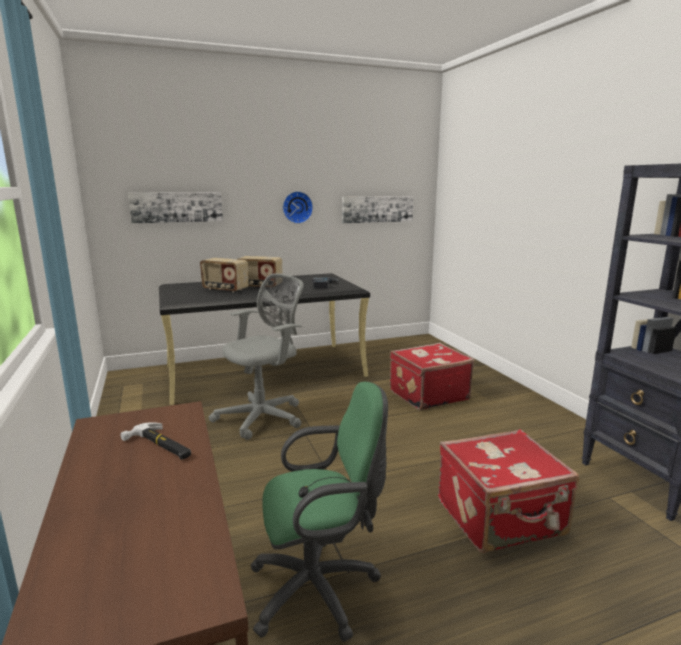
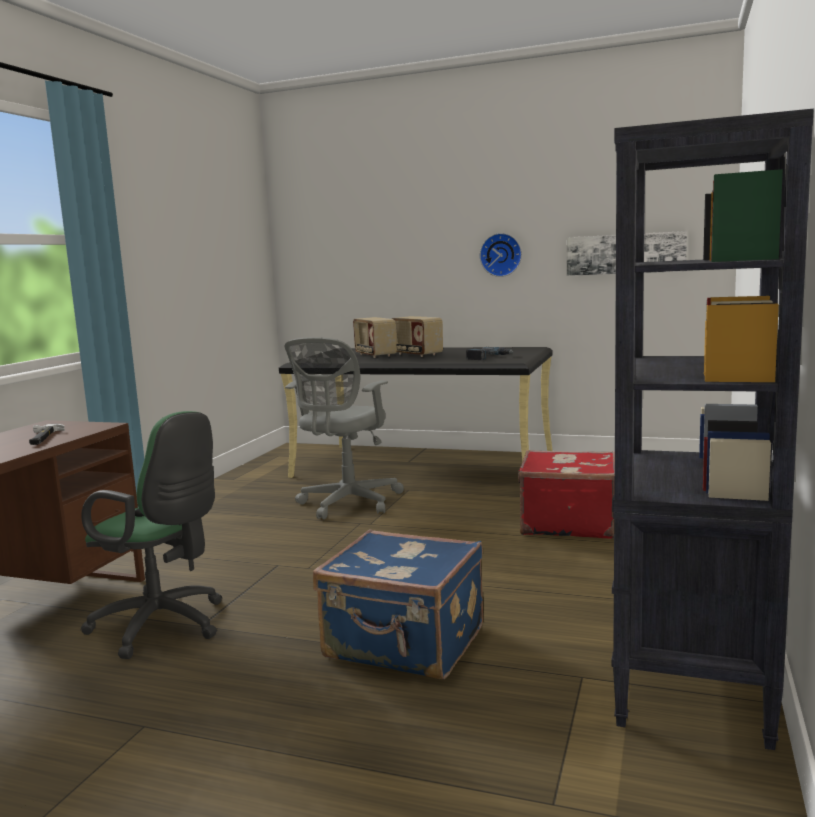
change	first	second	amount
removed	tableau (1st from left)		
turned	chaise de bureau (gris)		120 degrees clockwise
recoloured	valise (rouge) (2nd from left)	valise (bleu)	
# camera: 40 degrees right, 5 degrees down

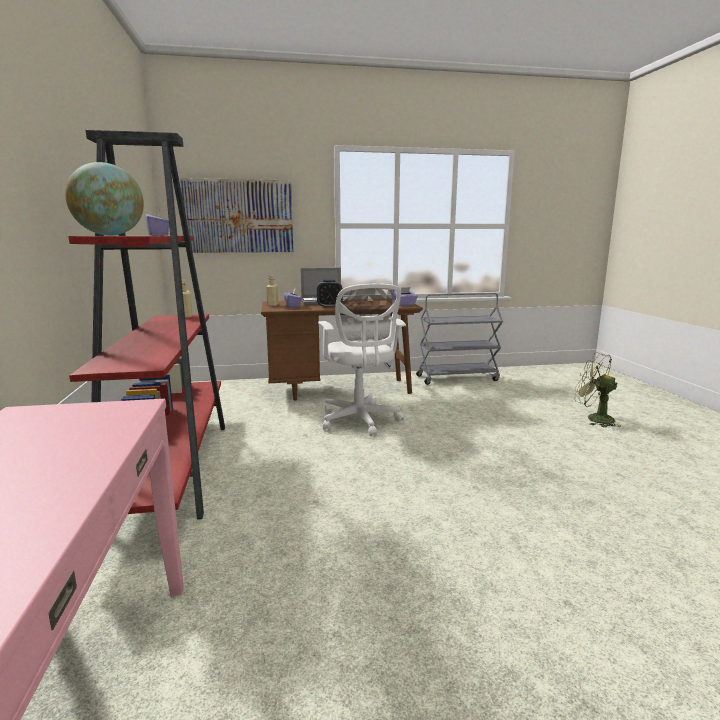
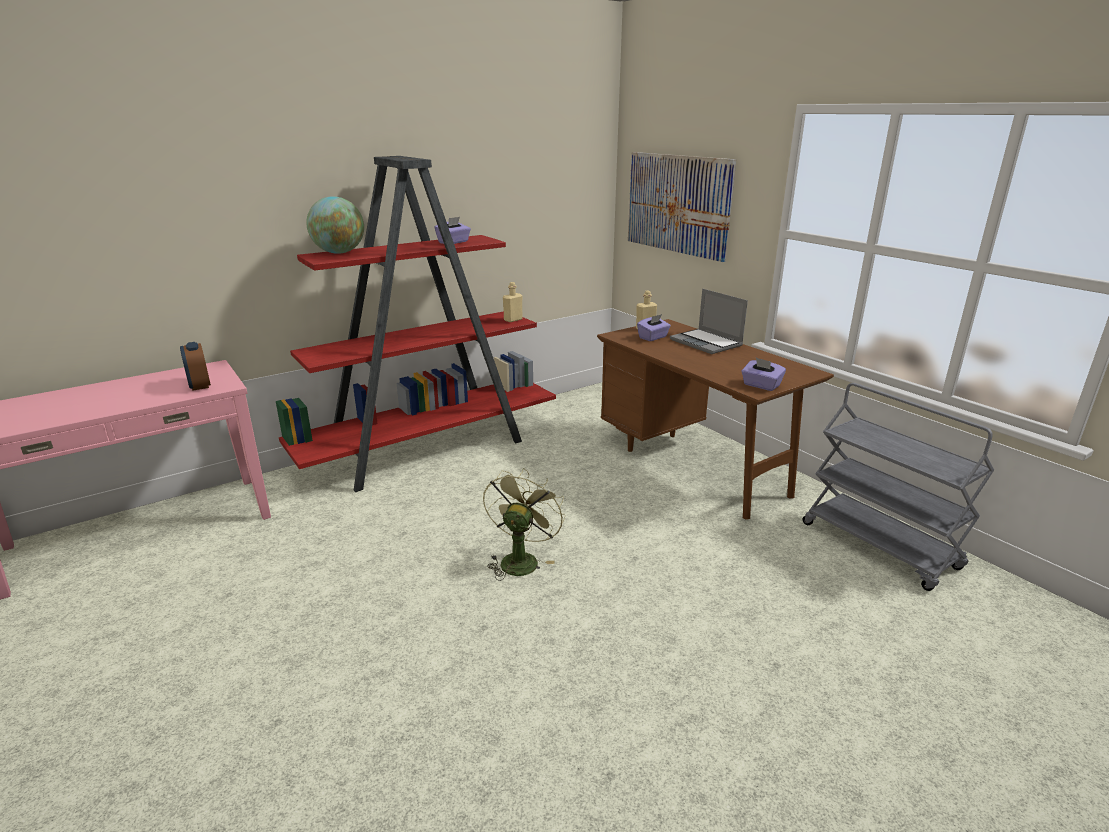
change	first	second	amount
moved	réveil		
removed	chaise de bureau (blanc)		
moved	ventilateur (vert)		
# camera: 65 degrees right, 10 degrees up

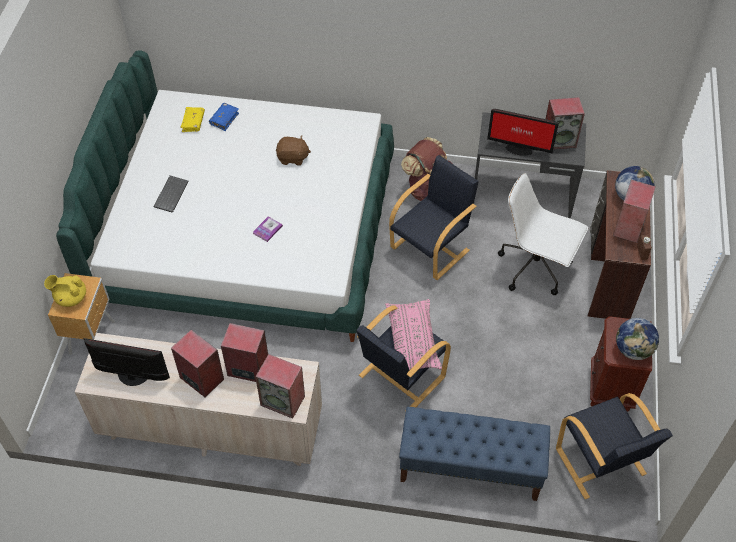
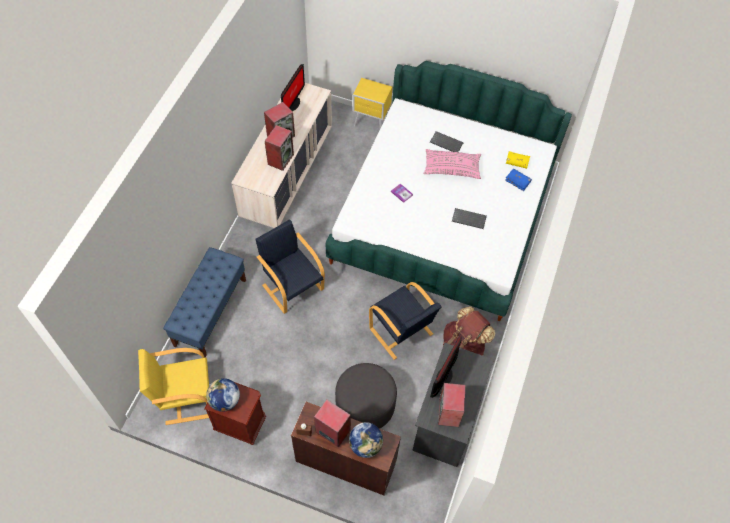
change	first	second	amount
removed	théière (jaune)		
recoloured	table de chevet (marron) (1st from left)	table de chevet (jaune)	
removed	enceinte (3rd from left)		
replaced	peluche (marron)	clavier (2nd from left)	
moved	coussin (rose)		
replaced	chaise de bureau (blanc)	pouf (gris)	
recoloured	fauteuil (noir) (3rd from left)	fauteuil (jaune)	
# camera: 100 degrees right, 5 degrees up

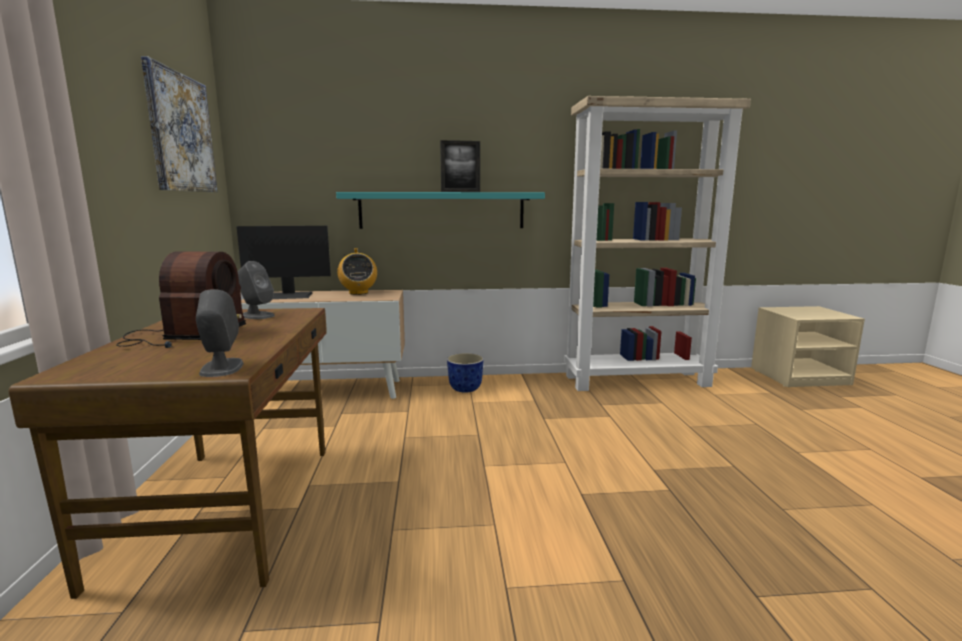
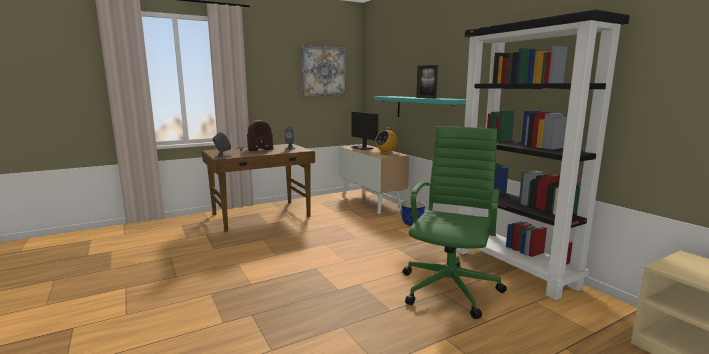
change	first	second	amount
recoloured	bibliothèque (beige)	bibliothèque (noir)	
added		chaise de bureau (vert)	
# camera: 65 degrees right, 0 degrees up

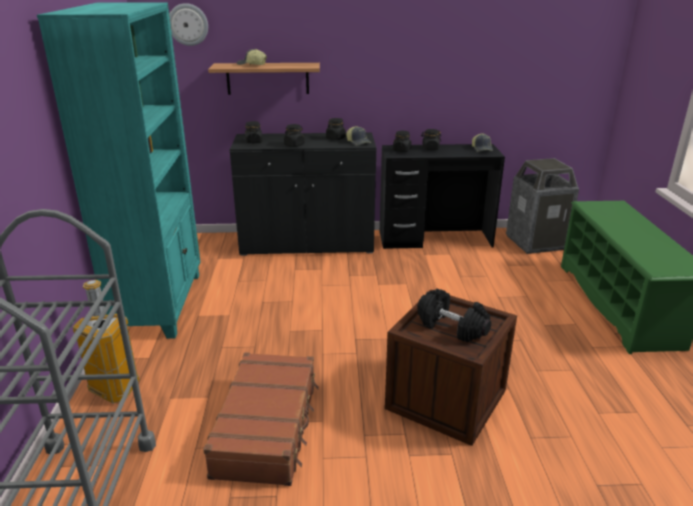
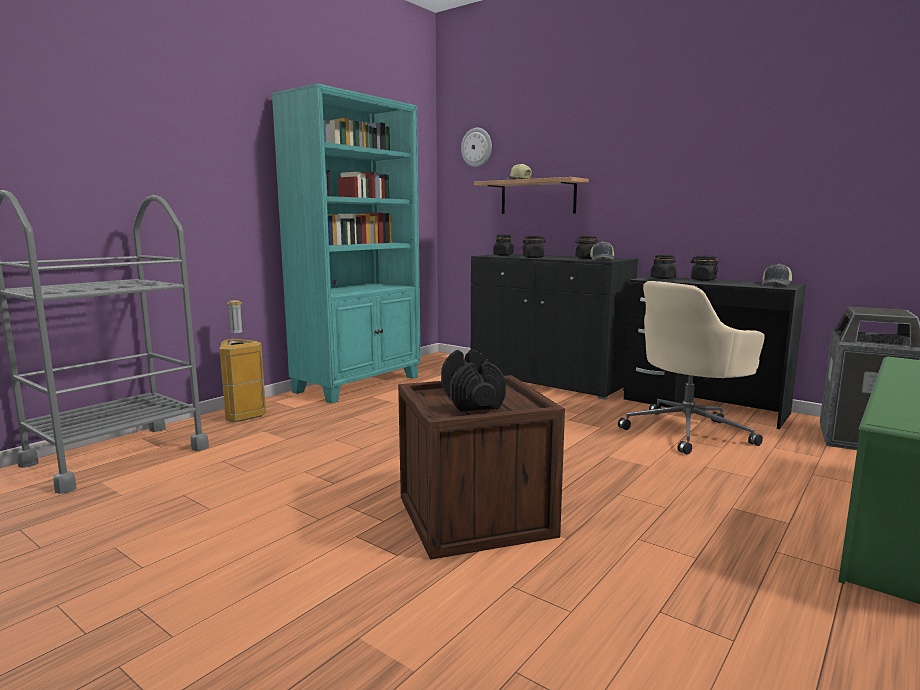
change	first	second	amount
removed	valise (marron)		
added		chaise de bureau (beige)	
# camera: 40 degrees right, 15 degrees down

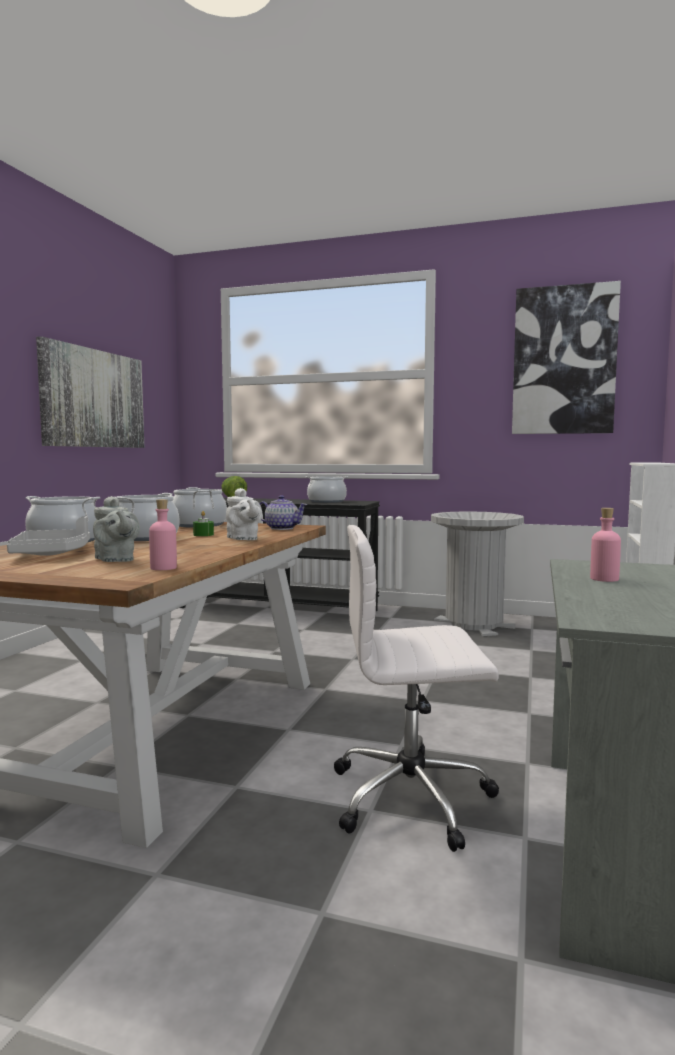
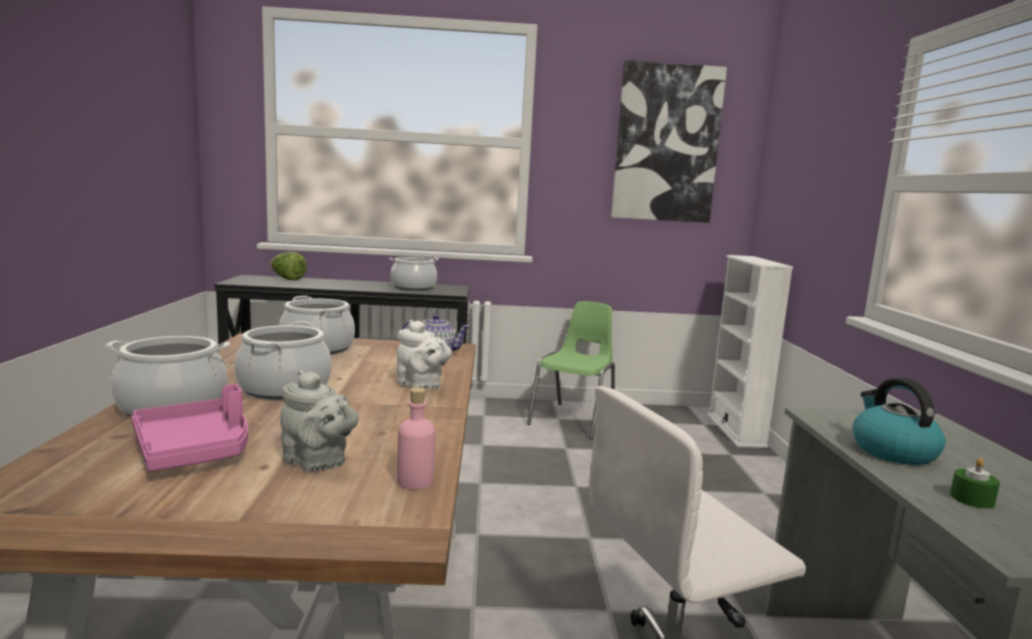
change	first	second	amount
recoloured	plateau (gris)	plateau (rose)	
removed	tableau (1st from left)		
moved	bougie (vert)		
replaced	poubelle (gris)	chaise (vert)	
replaced	bouteille (rose) (2nd from left)	bouilloire	
# camera: 20 degrees left, 5 degrees up

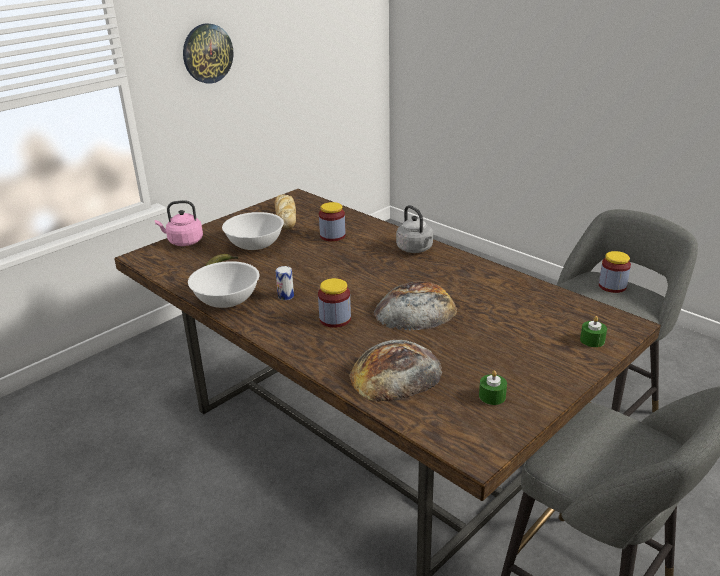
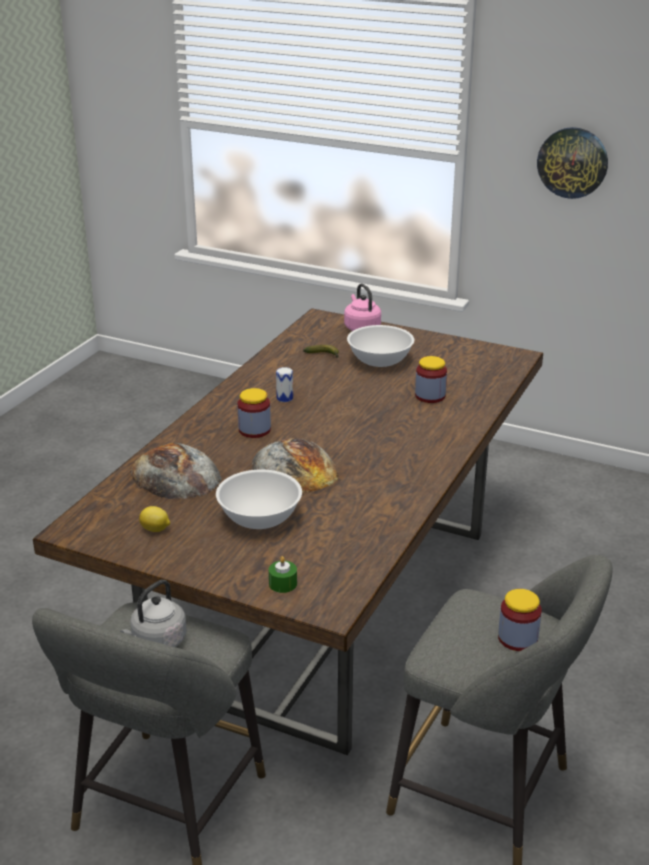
change	first	second	amount
moved	bol (blanc) (1st from left)		
removed	pain (1st from left)		
moved	bouilloire (gris)		
replaced	bougie (vert) (1st from left)	citron	
# camera: 70 degrees right, 0 degrees up

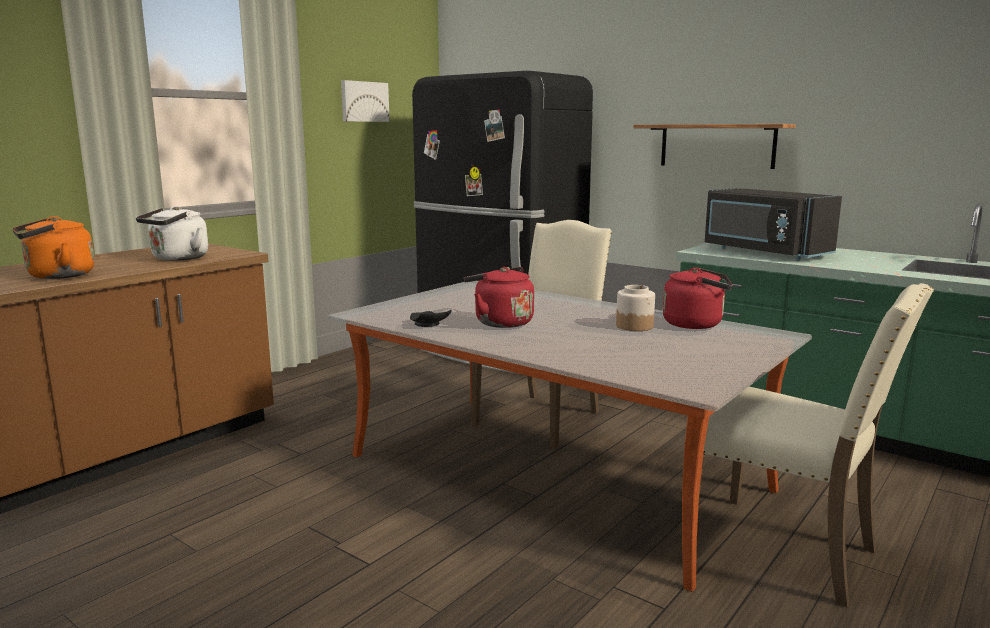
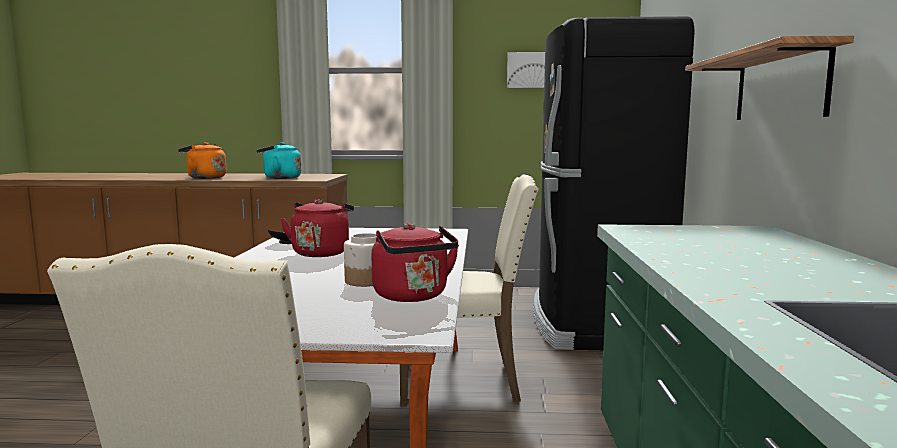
change	first	second	amount
recoloured	bouilloire (blanc)	bouilloire (turquoise)	
removed	micro-ondes (noir)		
# camera: 55 degrees right, 5 degrees down

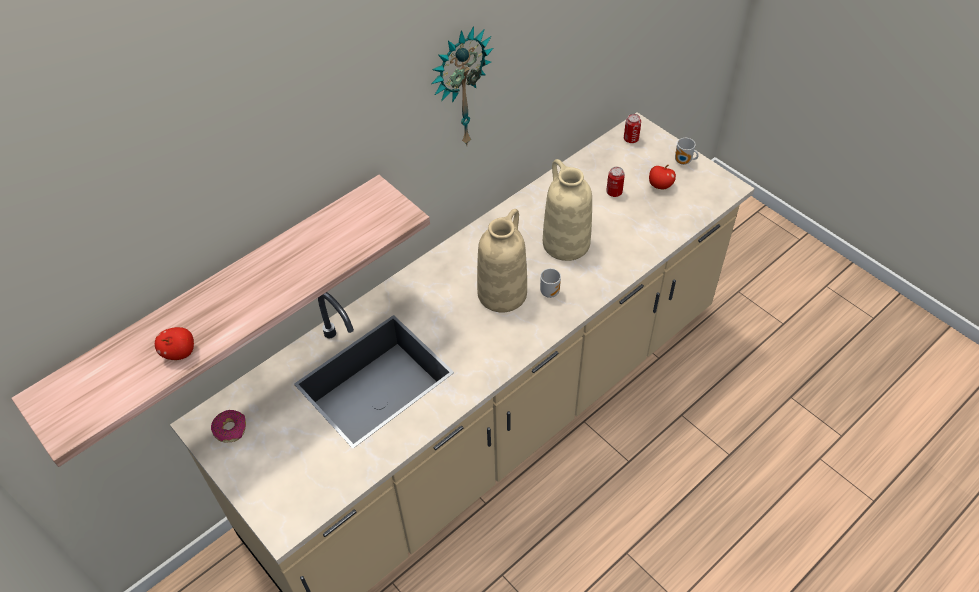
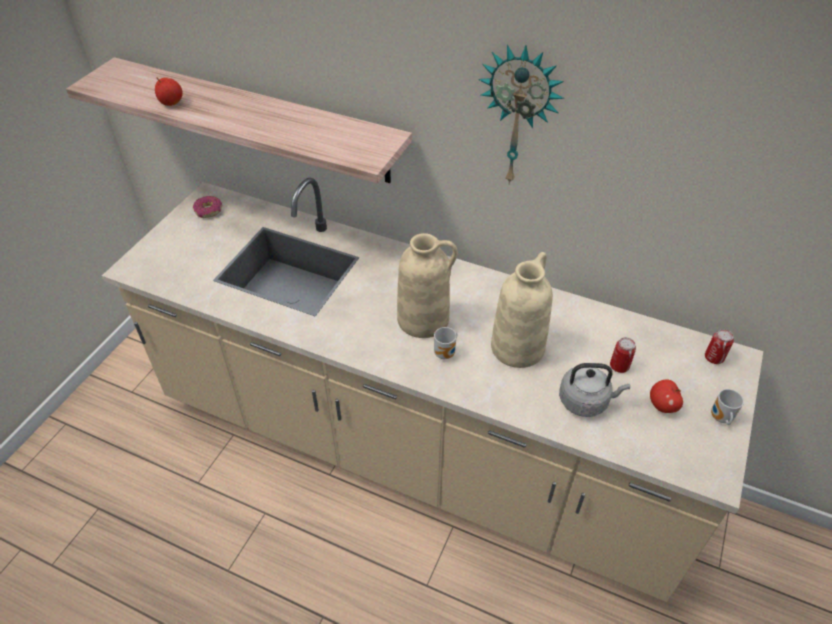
change	first	second	amount
added		bouilloire (gris)	
# camera: 65 degrees right, 5 degrees down

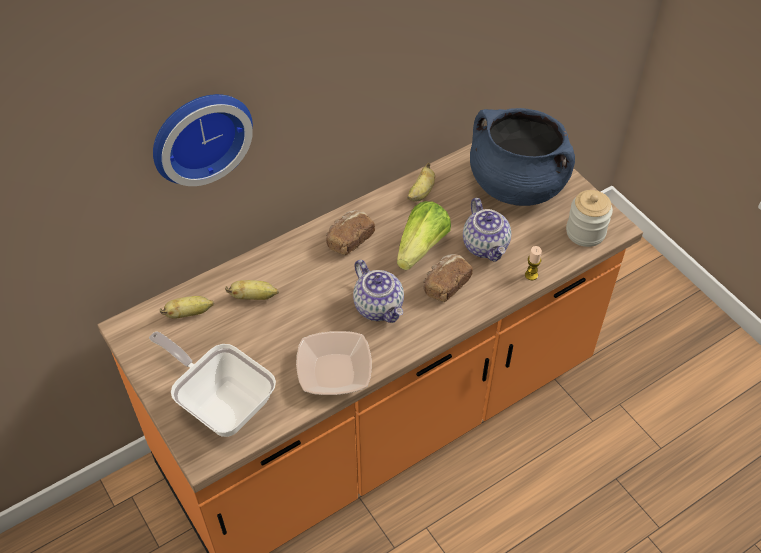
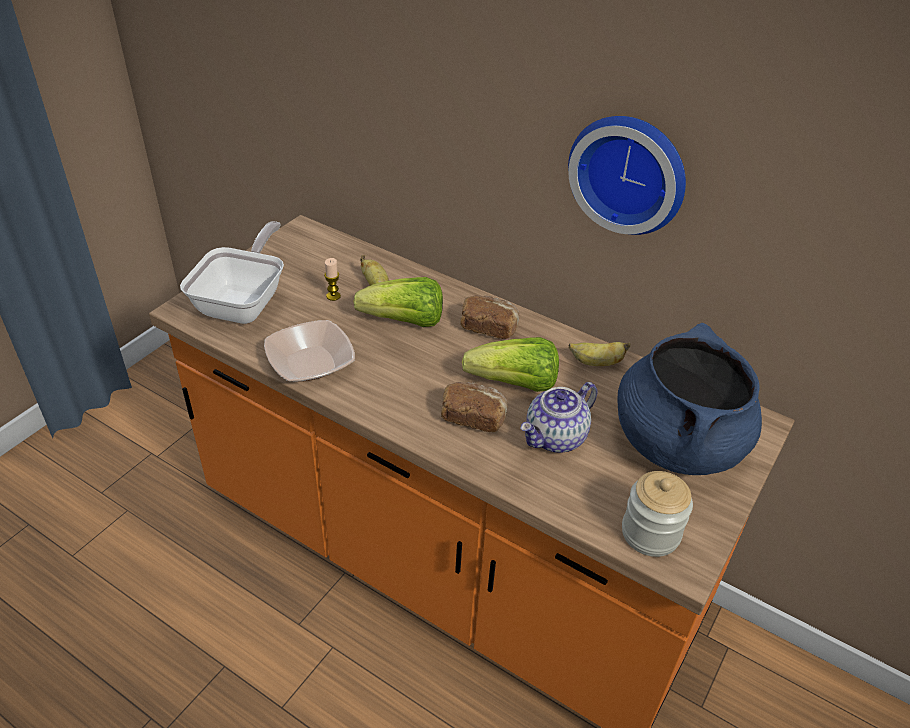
change	first	second	amount
moved	horloge murale		
removed	banane (1st from left)		
removed	théière (1st from left)		
moved	bougie		
added		laitue (1st from left)	
# camera: 65 degrees right, 10 degrees down

